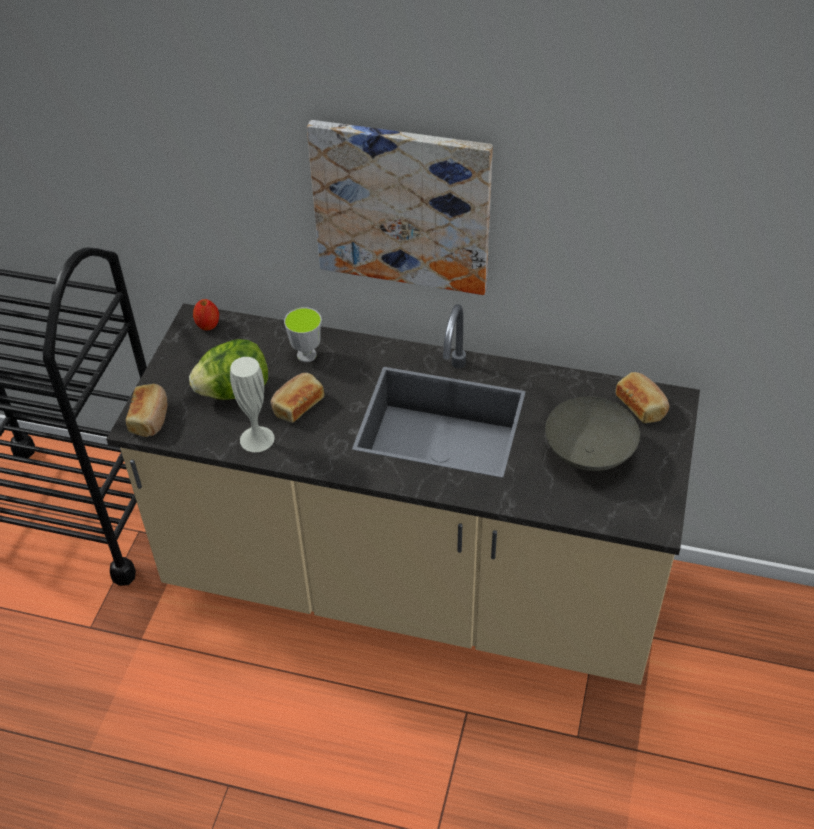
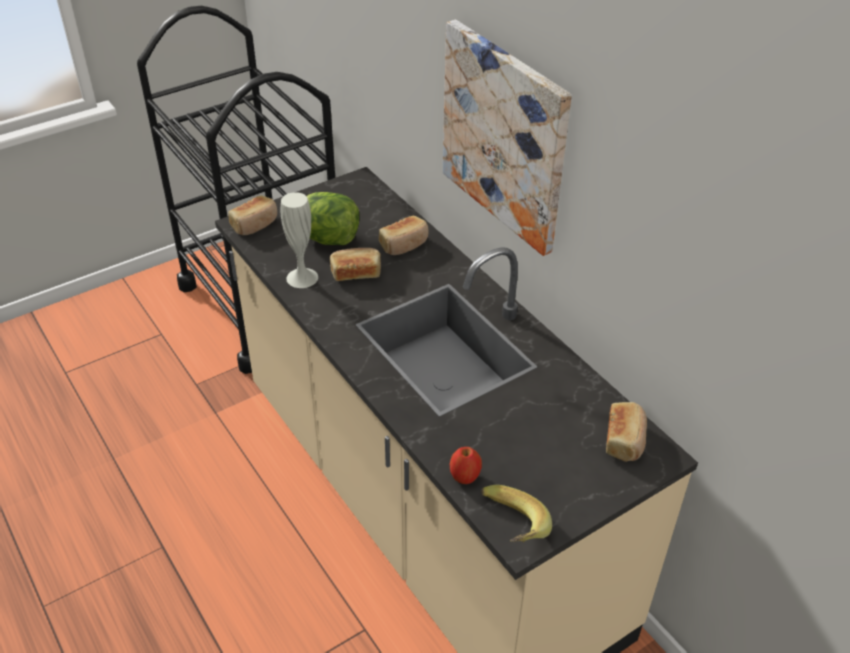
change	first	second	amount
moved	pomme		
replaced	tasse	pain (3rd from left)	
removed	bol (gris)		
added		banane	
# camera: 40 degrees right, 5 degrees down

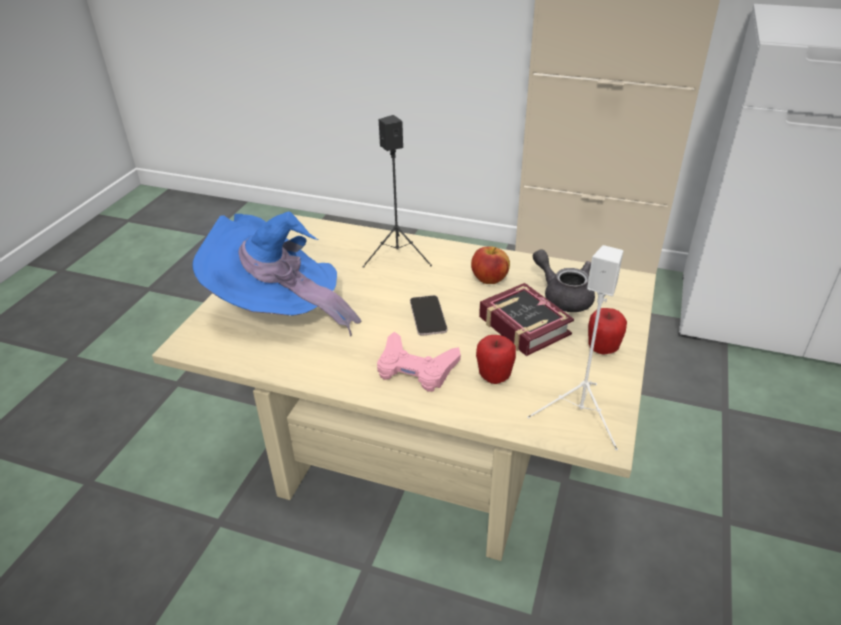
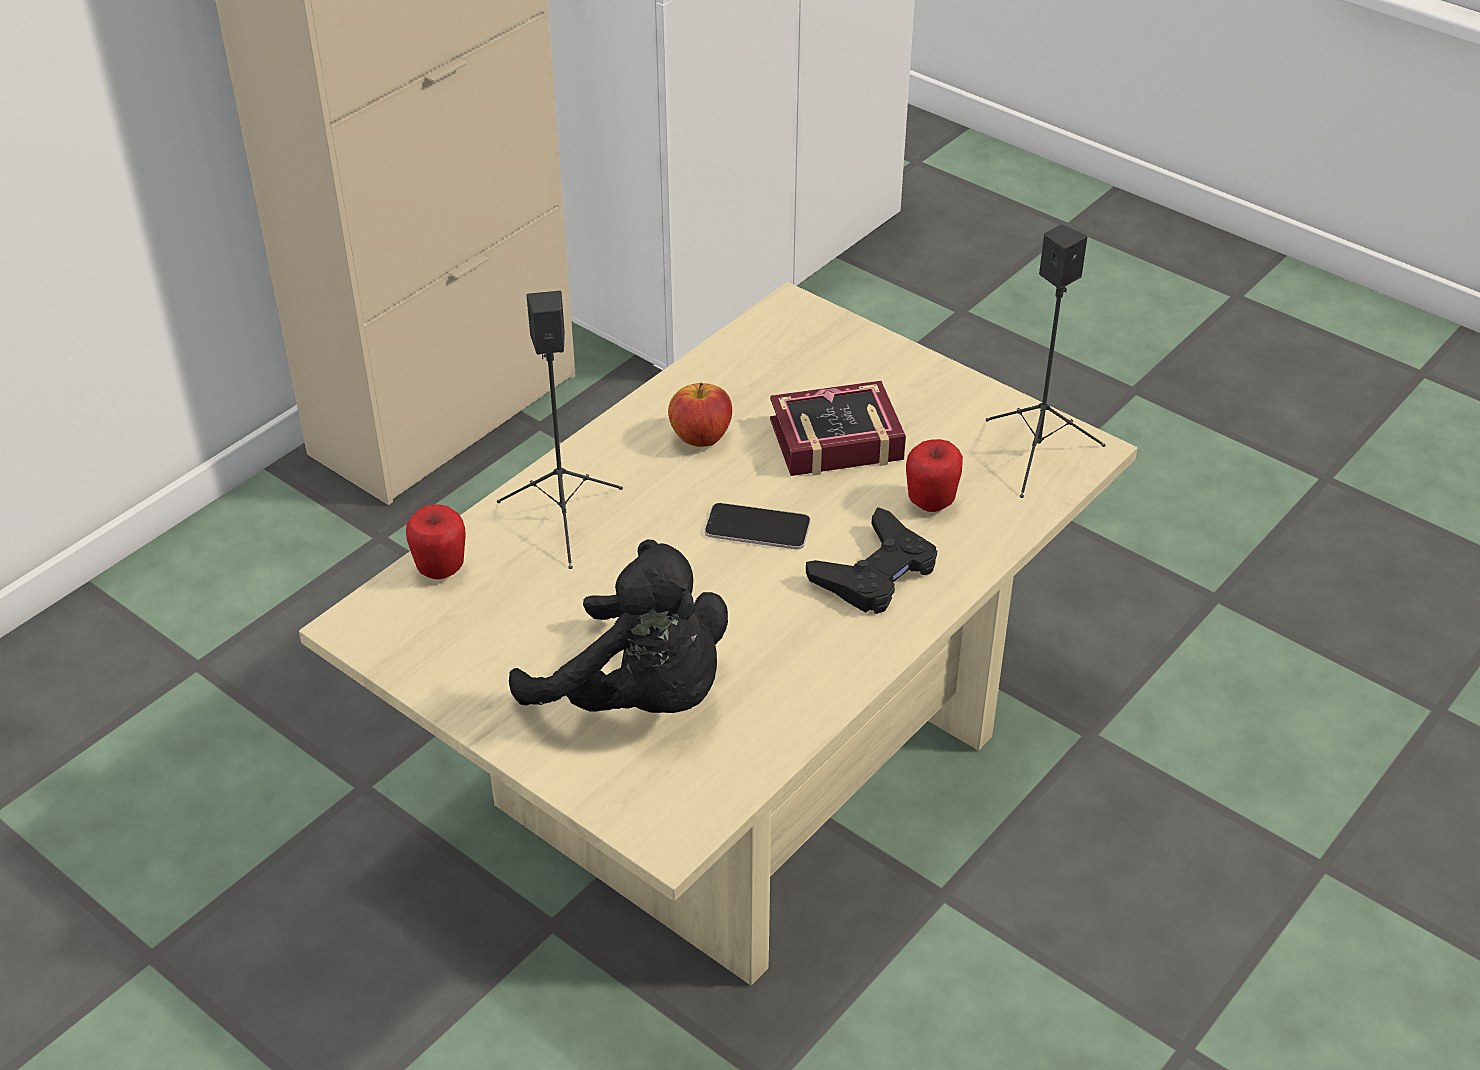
change	first	second	amount
replaced	chapeau (bleu)	peluche (noir)	
recoloured	manette (rose)	manette (noir)	
recoloured	enceinte (blanc)	enceinte (noir) (2nd from left)	
removed	théière (gris)		
moved	pomme (3rd from left in the first image)	pomme (1st from left)	
# camera: 70 degrees left, 5 degrees up

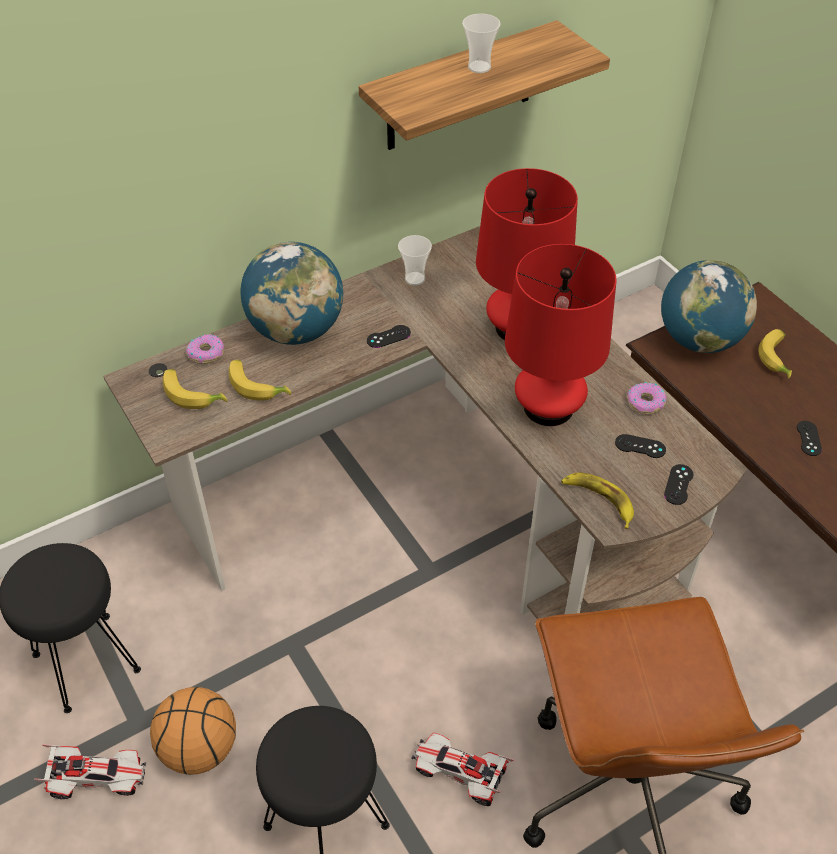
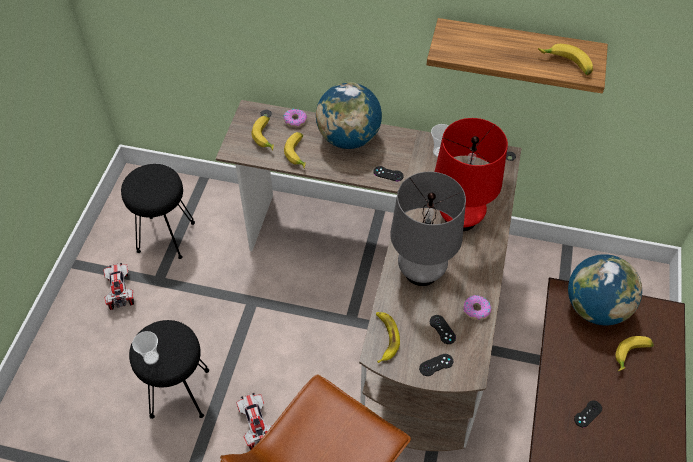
change	first	second	amount
turned	petite voiture (1st from left)		150 degrees counterclockwise
removed	ballon de basket		
moved	tasse (2nd from left in the first image)	tasse (1st from left)	
recoloured	lampe de table (rouge) (2nd from left)	lampe de table (gris)	
added		banane (4th from left)	
# camera: 45 degrees right, 5 degrees up

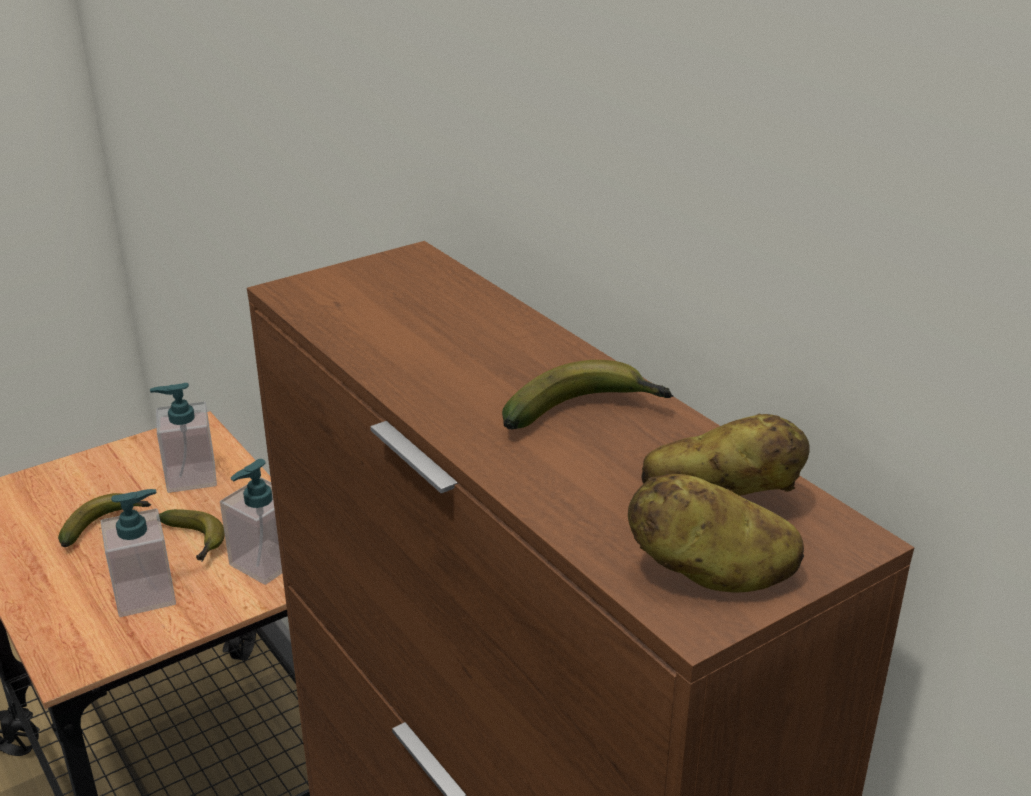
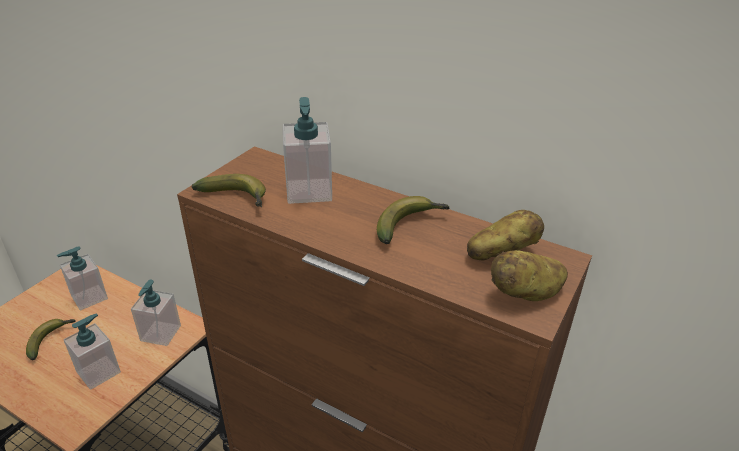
change	first	second	amount
moved	banane (2nd from left)		
added		distributeur de savon (4th from left)	
# camera: 25 degrees left, 5 degrees up

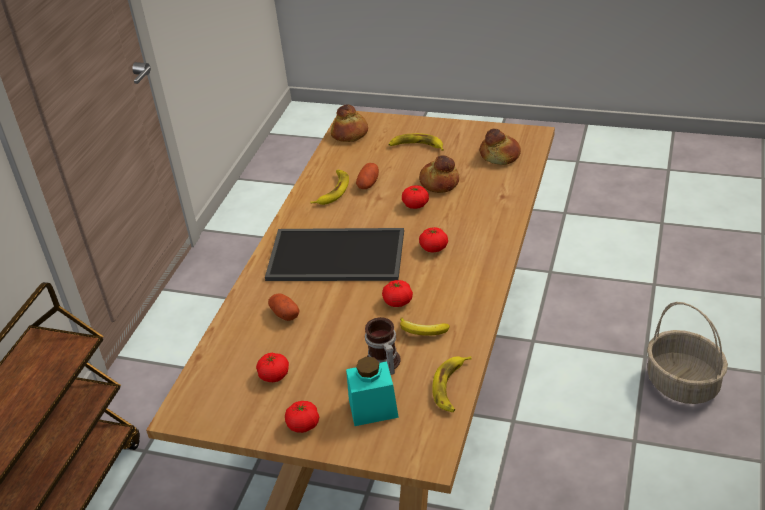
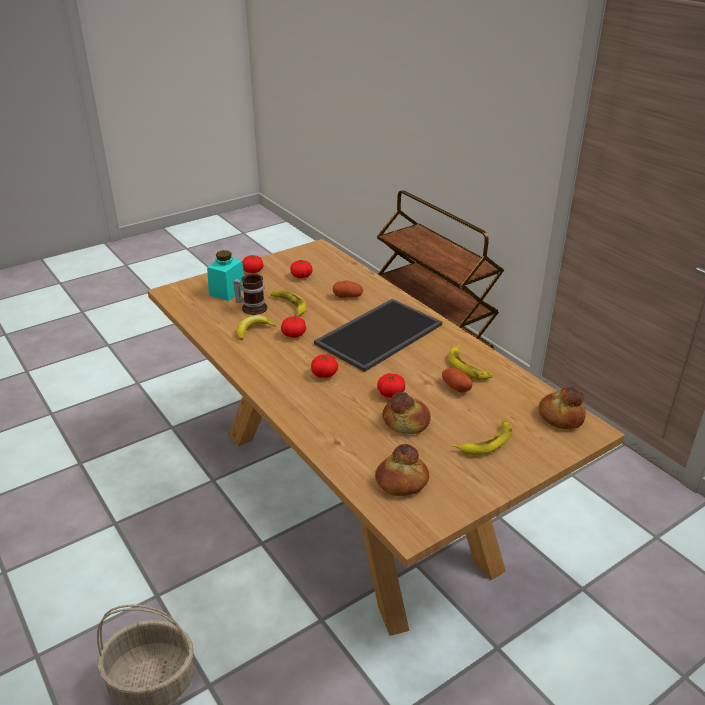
change	first	second	amount
moved	banane (4th from left in the first image)	banane (2nd from left)	
# camera: 125 degrees right, 5 degrees down

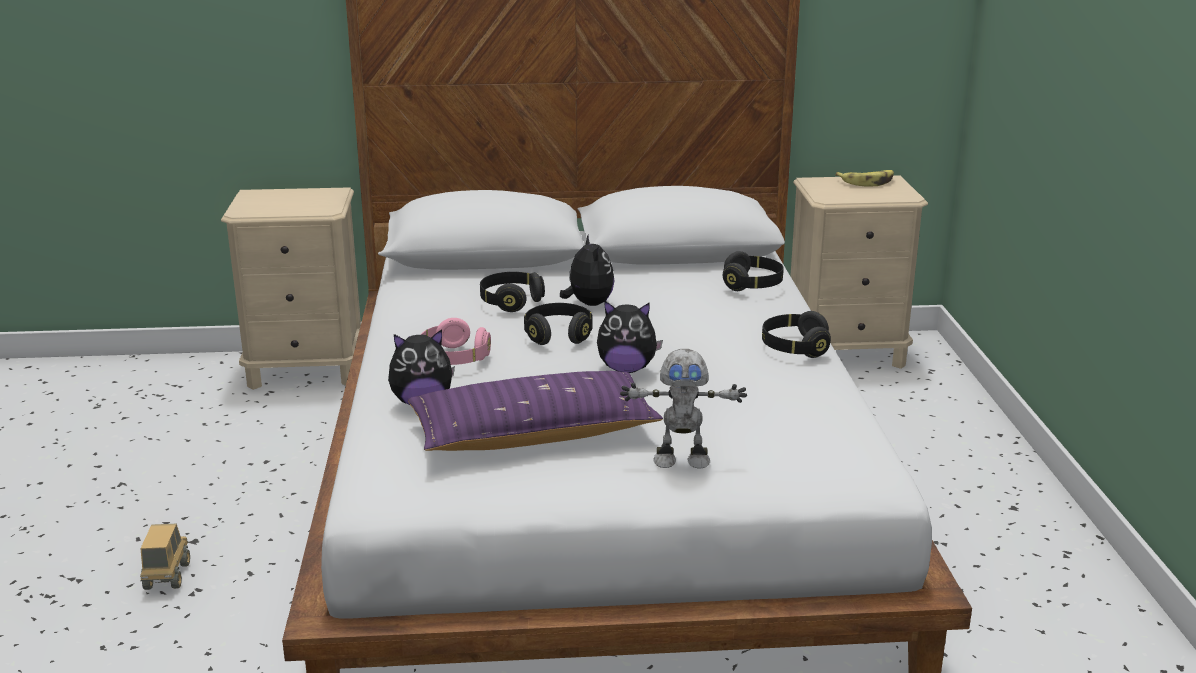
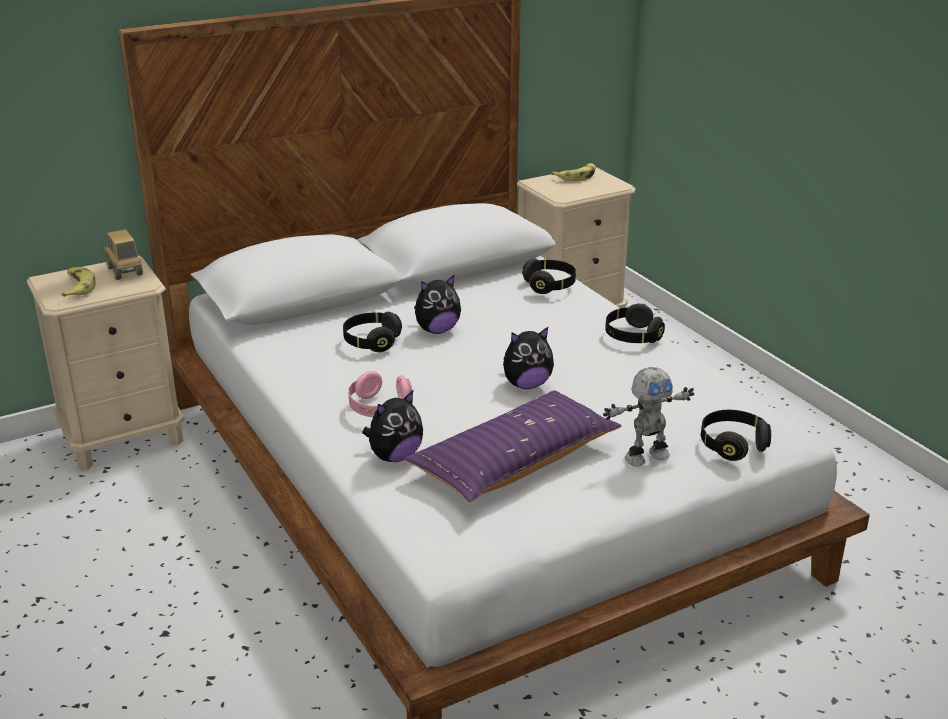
change	first	second	amount
moved	camion jouet		
moved	casque audio (noir) (2nd from left in the first image)	casque audio (noir) (4th from left)	
turned	peluche (2nd from left)		105 degrees clockwise
added		banane (1st from left)	
# camera: 25 degrees left, 5 degrees up

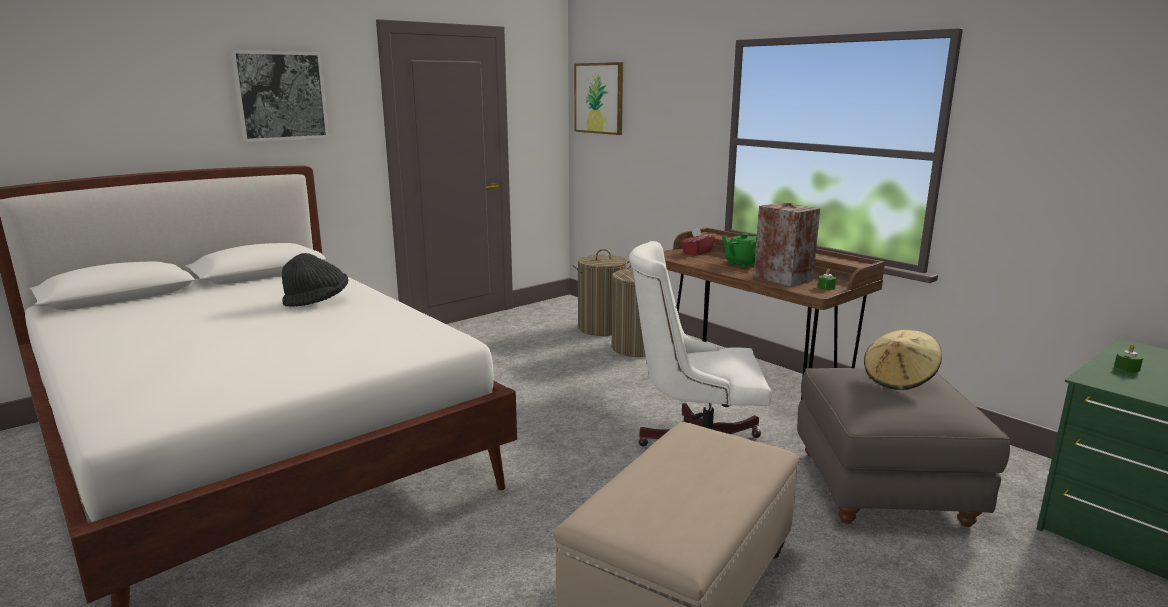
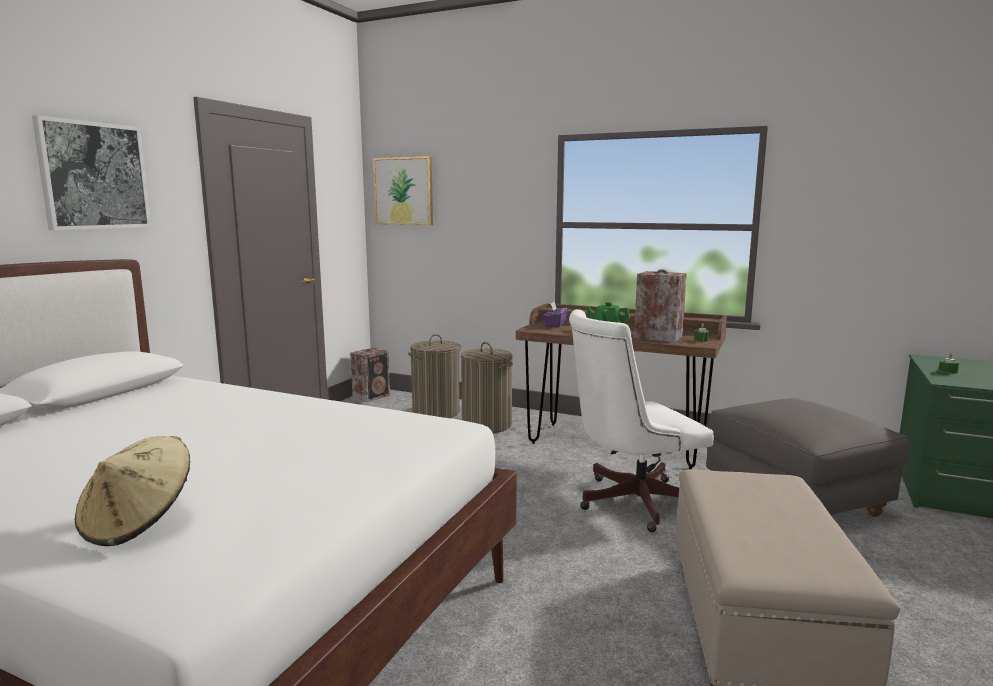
change	first	second	amount
removed	chapeau (noir)		
recoloured	boîte à mouchoirs (rouge)	boîte à mouchoirs (violet)	
moved	chapeau (beige)		
added		enceinte (1st from left)	
# camera: 25 degrees left, 5 degrees down

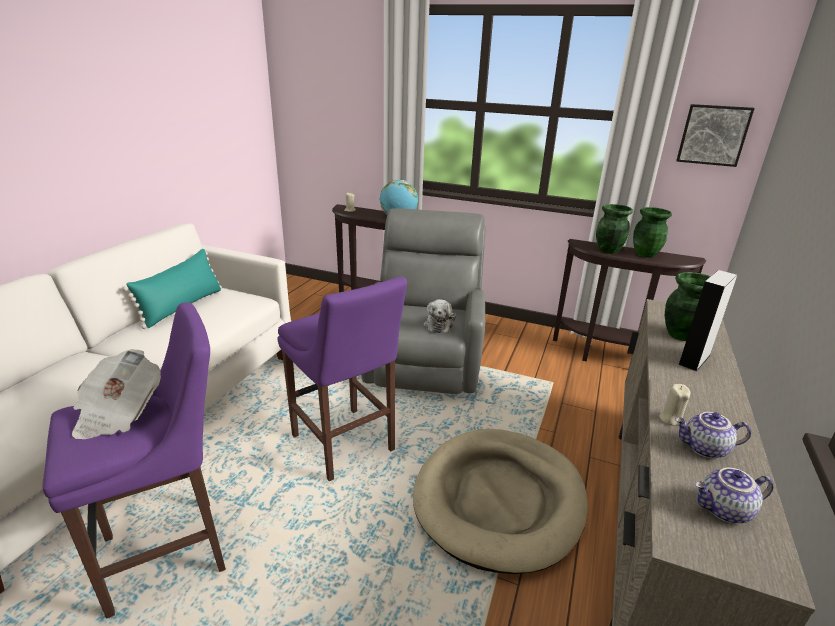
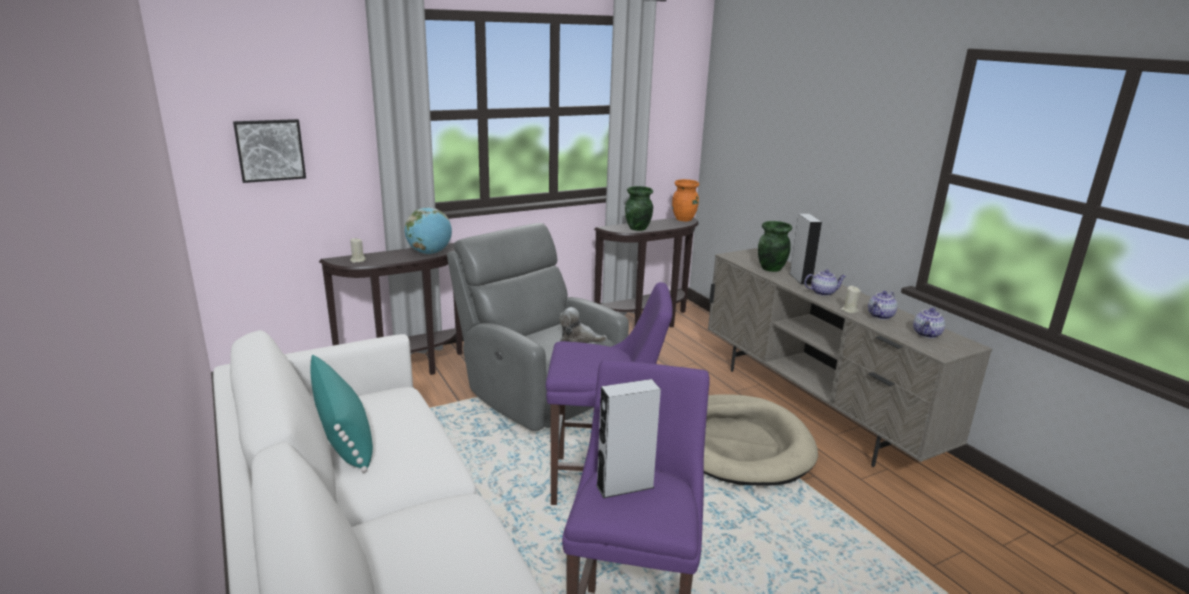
change	first	second	amount
replaced	journal	enceinte (gris) (1st from left)	
turned	peluche		150 degrees clockwise
removed	vase (vert) (2nd from left)		
moved	tableau		
added		vase (orange)	
added		théière (1st from left)	
# camera: 50 degrees left, 5 degrees down

